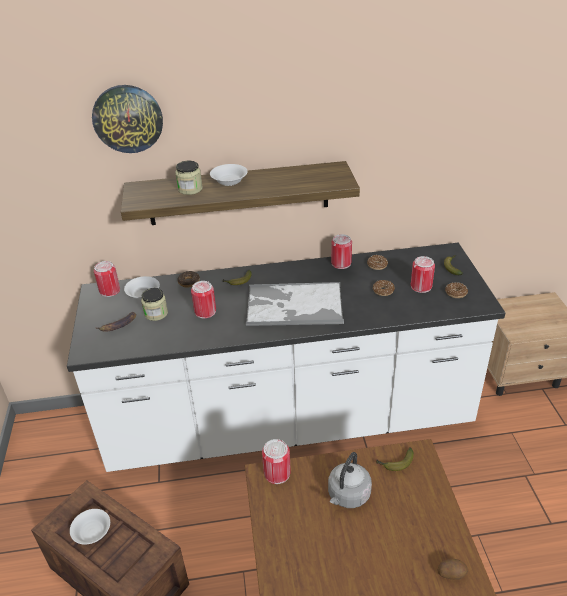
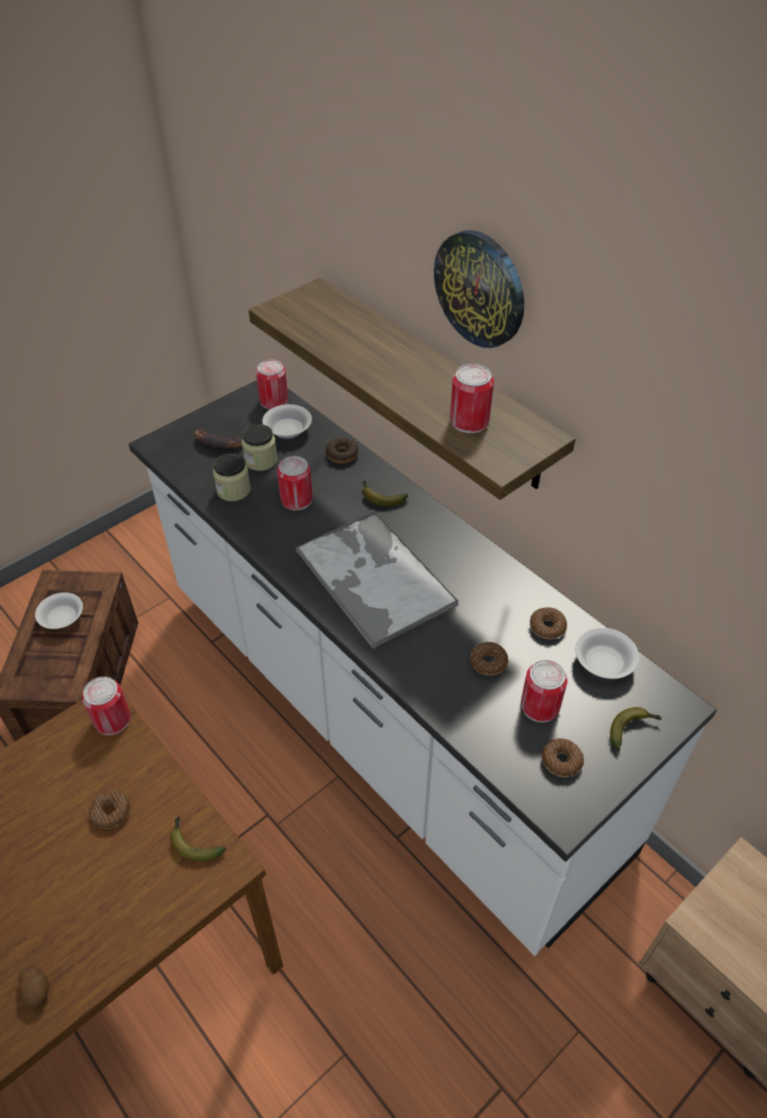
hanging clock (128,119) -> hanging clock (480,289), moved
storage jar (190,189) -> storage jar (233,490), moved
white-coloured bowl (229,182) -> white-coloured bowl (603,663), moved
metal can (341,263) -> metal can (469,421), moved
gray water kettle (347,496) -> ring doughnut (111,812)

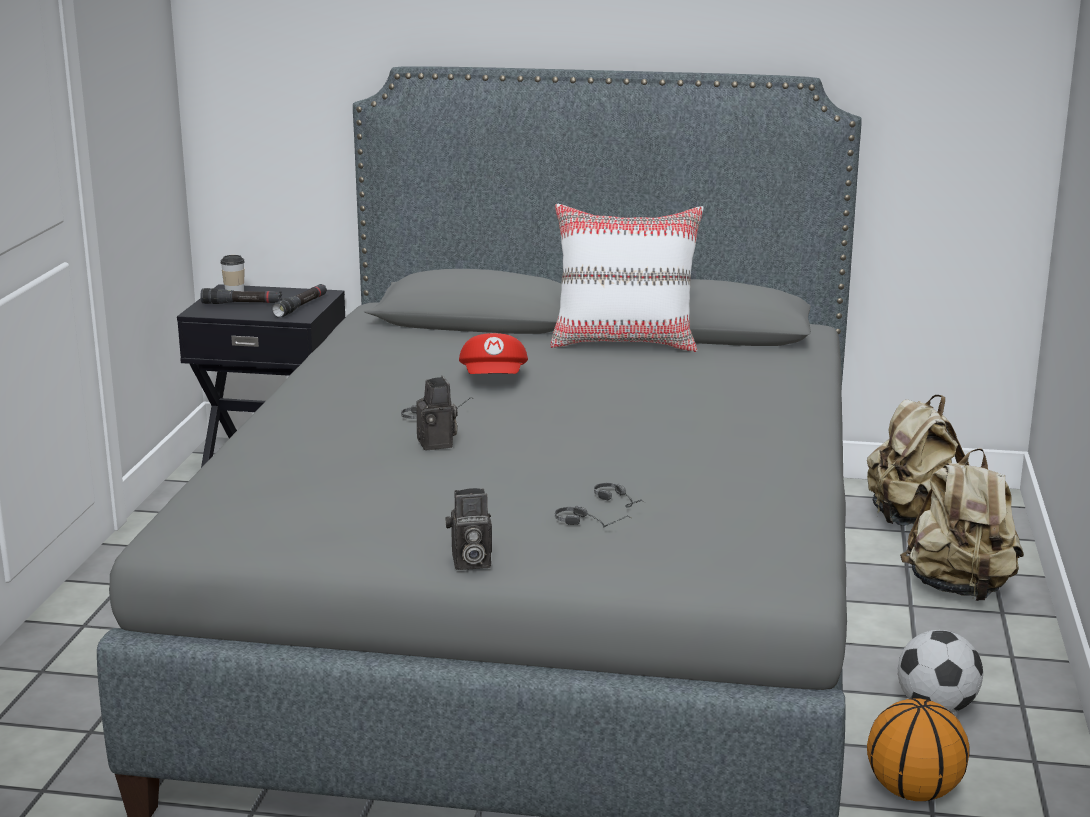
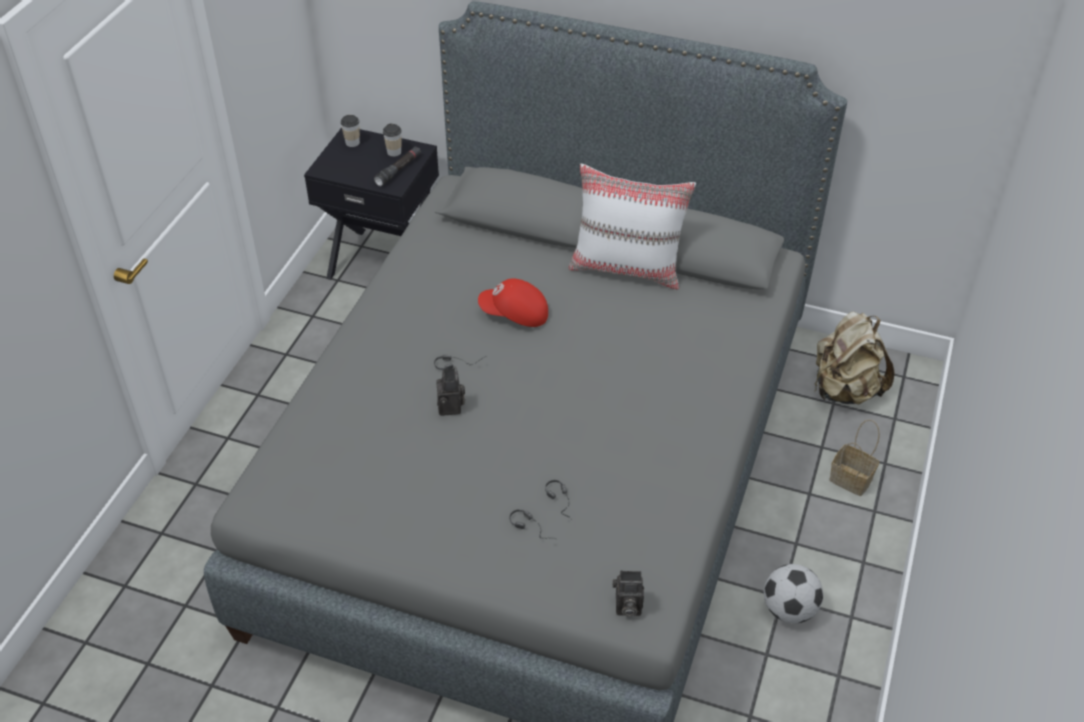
blackish torch (242,304) -> none
basketball (915,792) -> none
none -> drinking cup (394,152)
still camera (469,563) -> still camera (626,607), moved
beige backpack (960,589) -> storage basket (852,479)
reddish peaked cap (494,380) -> reddish peaked cap (515,315), 90 degrees clockwise

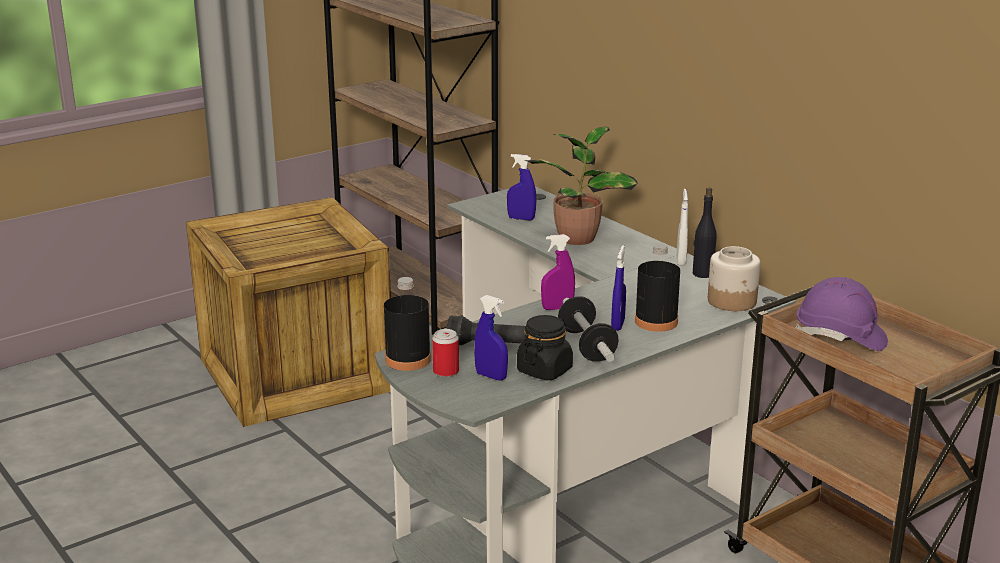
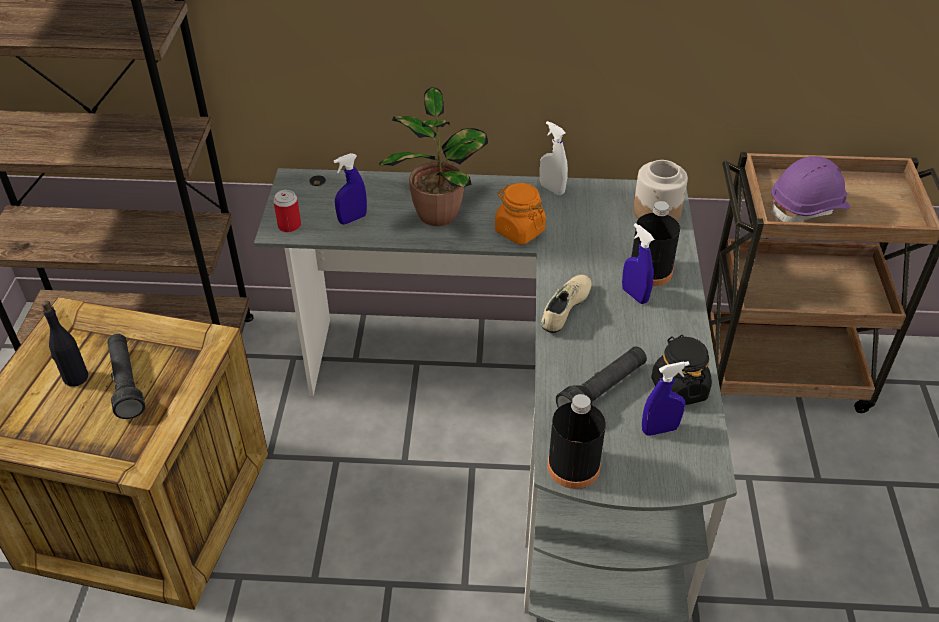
dumbbell (587,346) -> none
none -> blackish torch (126,383)
none -> orangey storage jar (519,231)
metal can (446,371) -> metal can (289,226), moved
blackish drink bottle (702,274) -> blackish drink bottle (75,378), moved
purplish sprayer (557,308) -> beige low shoe (566,309)

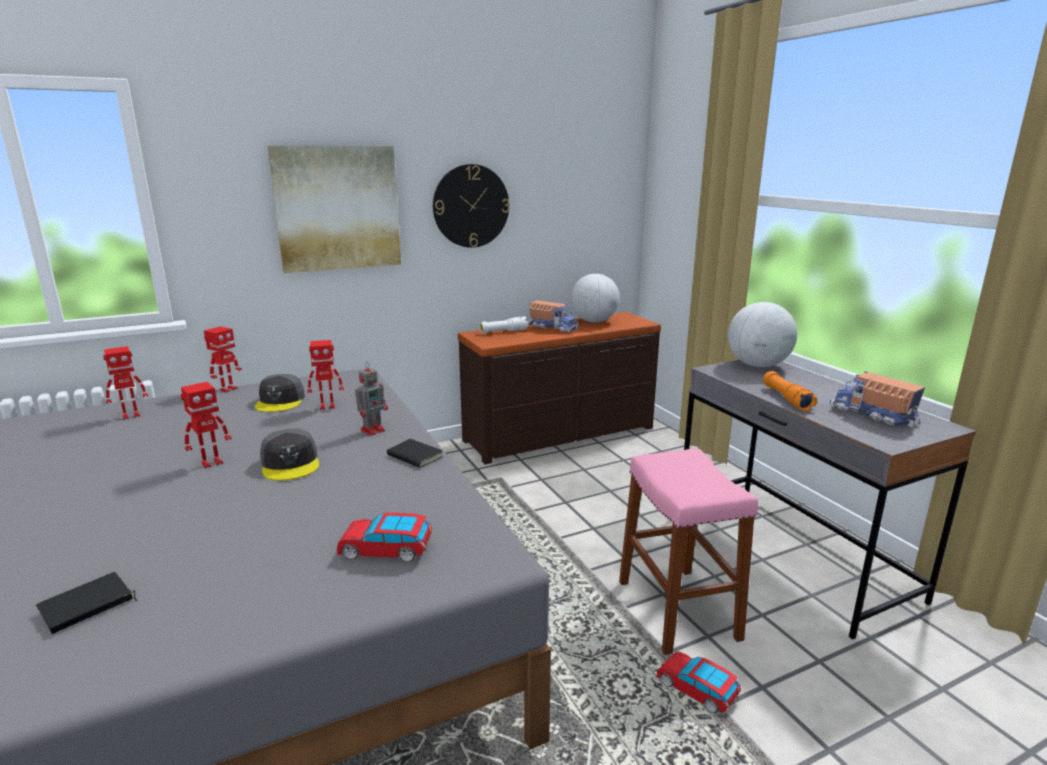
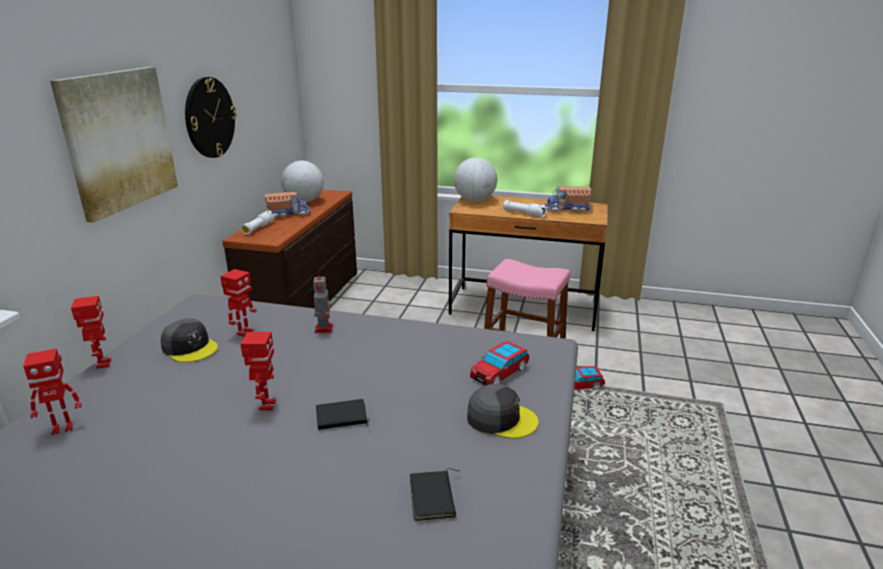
gray peaked cap (290,463) -> gray peaked cap (501,419), moved
blackish bound book (413,457) -> blackish bound book (341,418), moved
gray desk (790,552) -> brown desk (523,308)
orangey torch (786,398) -> white-coloured torch (524,214)
toy robot (131,415) -> toy robot (63,428), 60 degrees clockwise

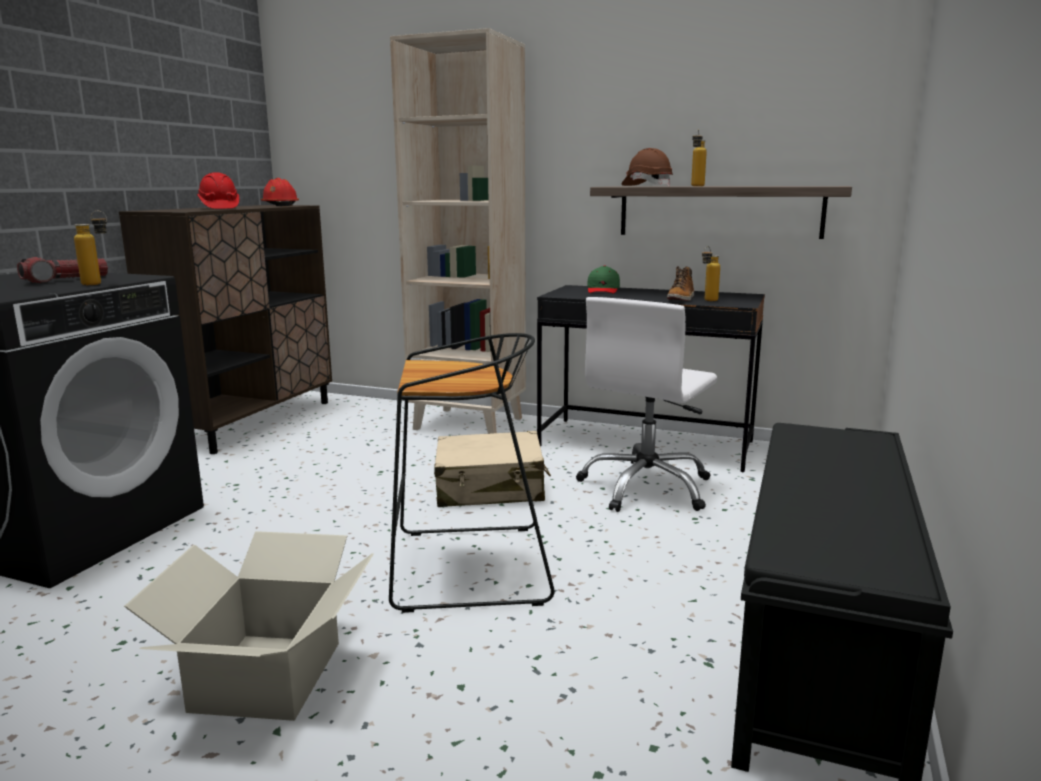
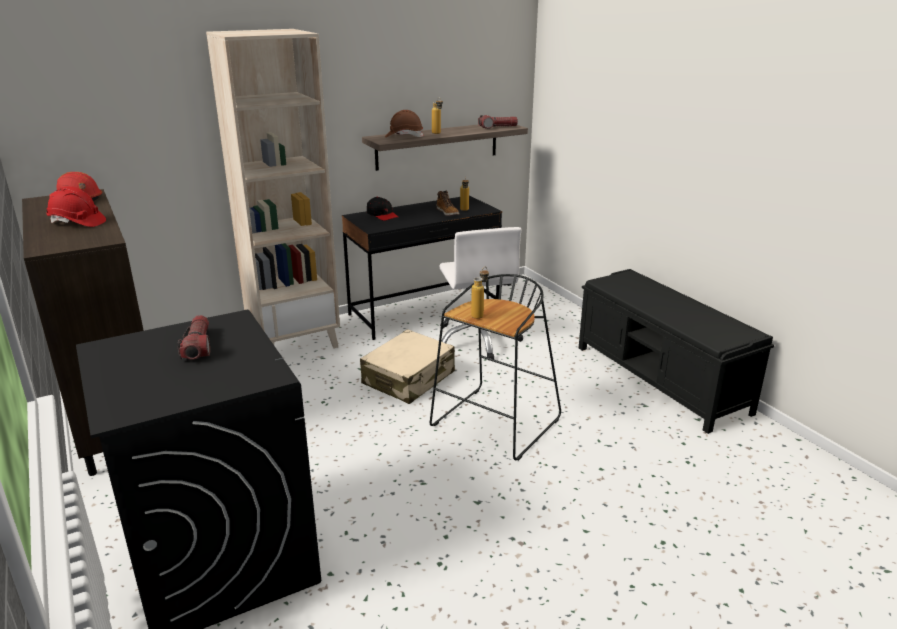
packing box (269,675) -> none
none -> torch (497,127)
drink bottle (99,284) -> drink bottle (480,314), moved
green peaked cap (603,290) -> blackish peaked cap (382,215)

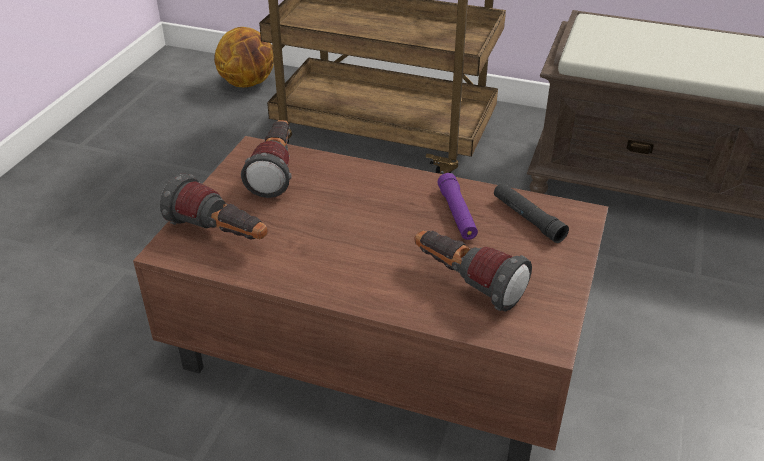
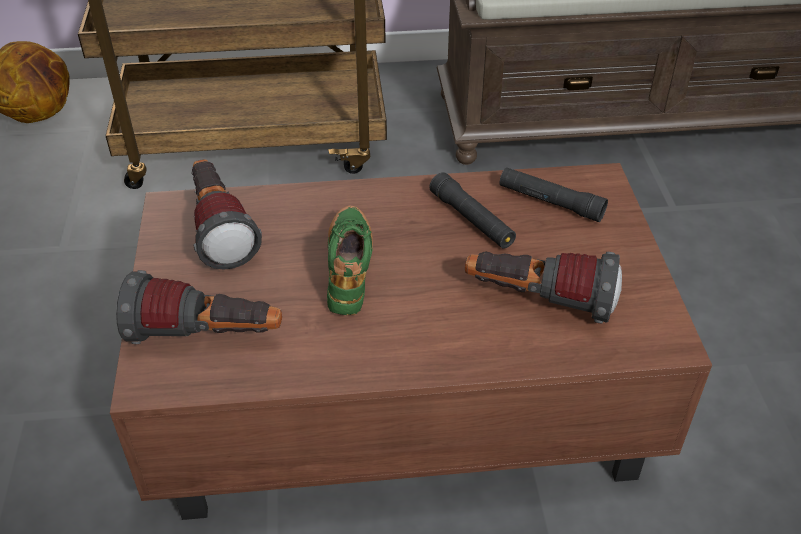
none -> green low shoe (350,270)
purplish torch (457,214) -> blackish torch (471,219)

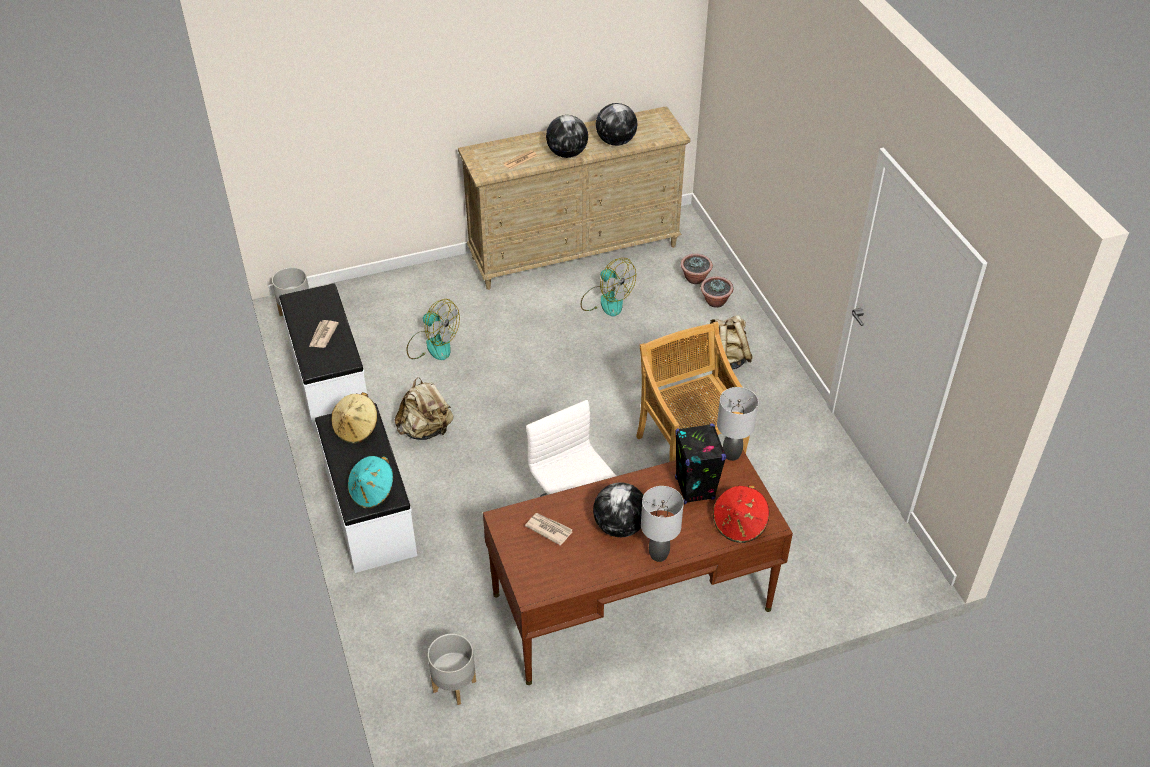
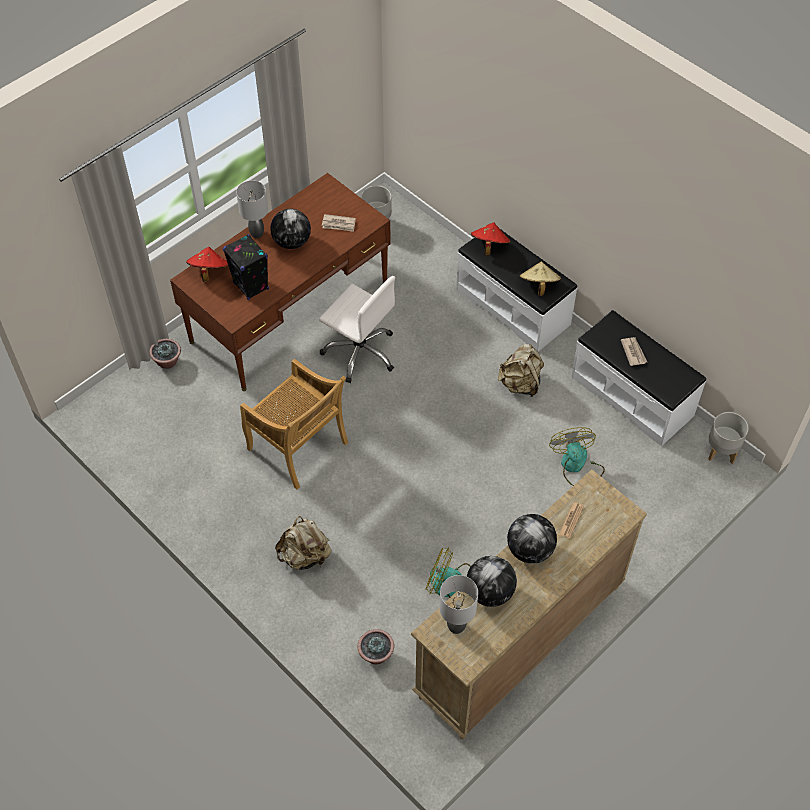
plant in a pot (715,302) -> plant in a pot (167,362), moved
gray lamp for a table (731,455) -> gray lamp for a table (456,626), moved
blue-green hat (372,492) -> reddish hat (489,246)
fan (432,345) -> fan (576,466), 75 degrees clockwise

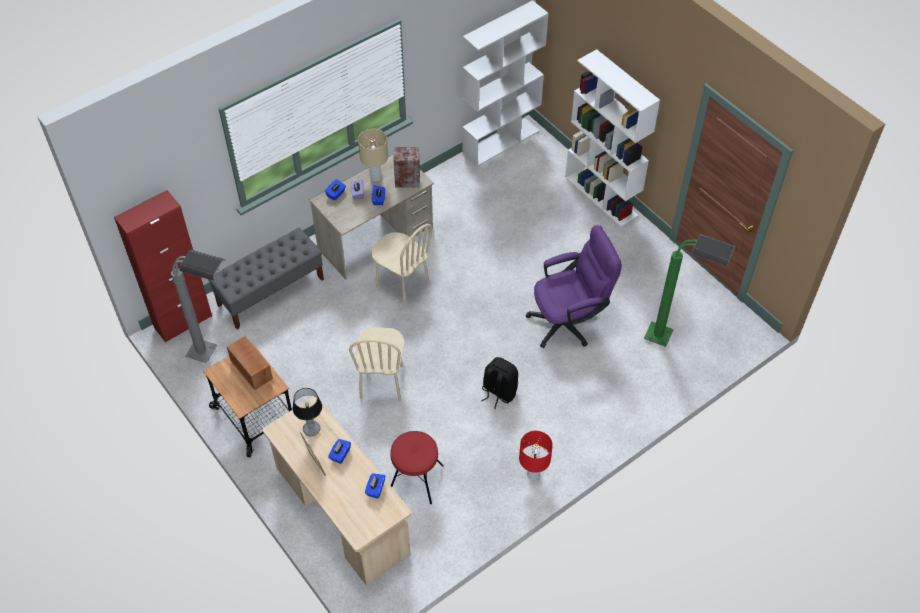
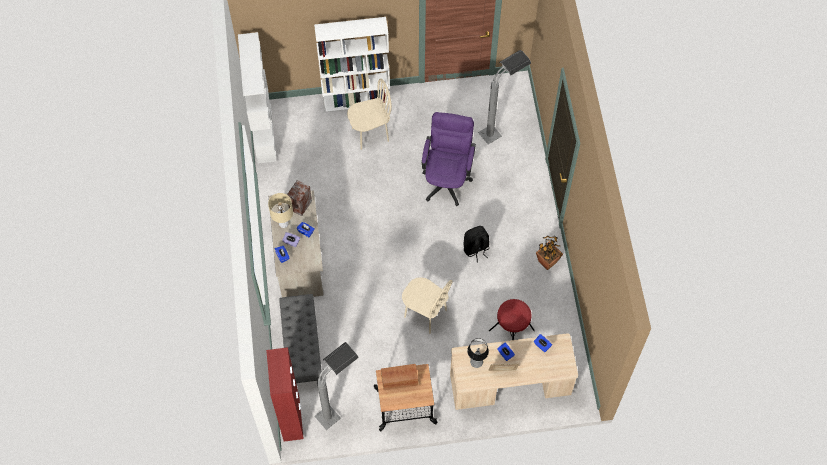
beige chair (402,285) -> beige chair (370,134), moved
reddish lamp for a table (533,474) -> plant in a pot (547,262)
green standing lamp (674,341) -> gray standing lamp (499,129)

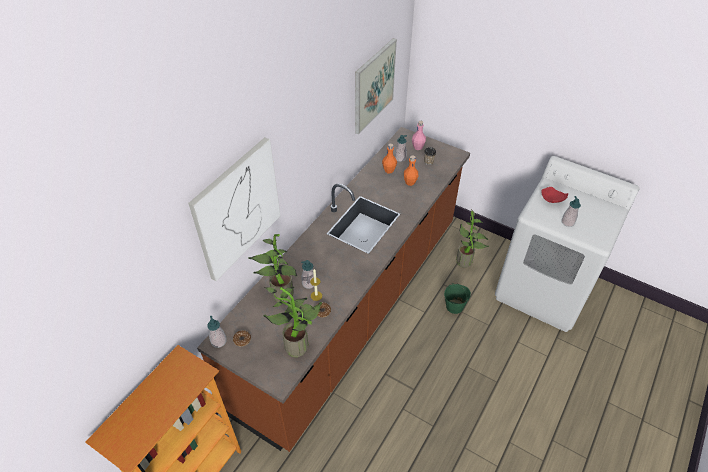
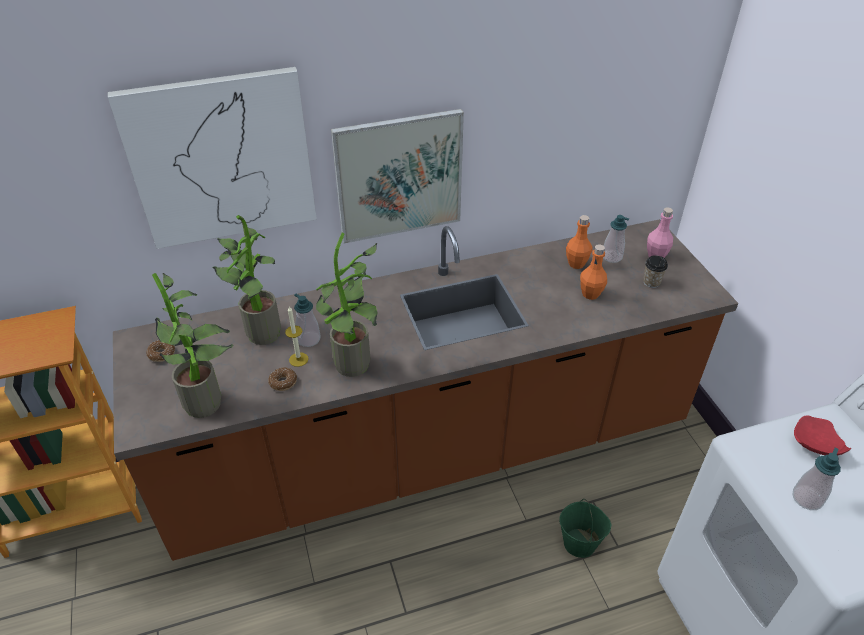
soap bottle (218,341) -> none
wall art (373,86) -> wall art (399,176), moved
plant in a pot (466,262) -> plant in a pot (356,367), moved

